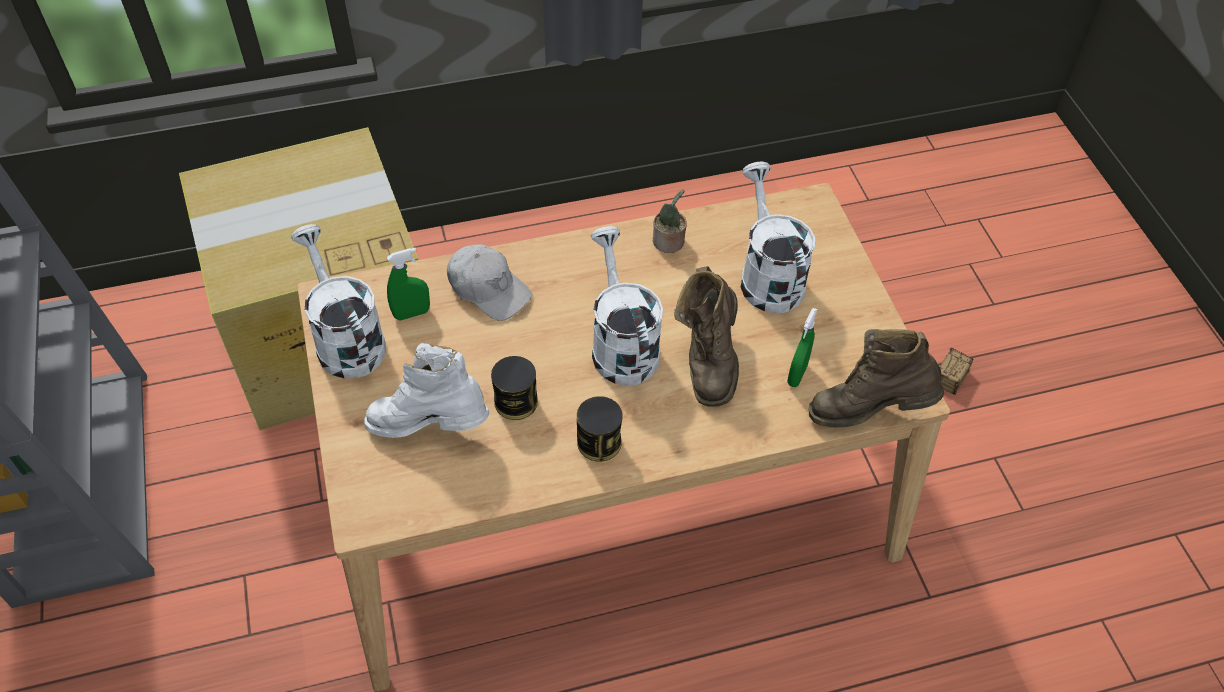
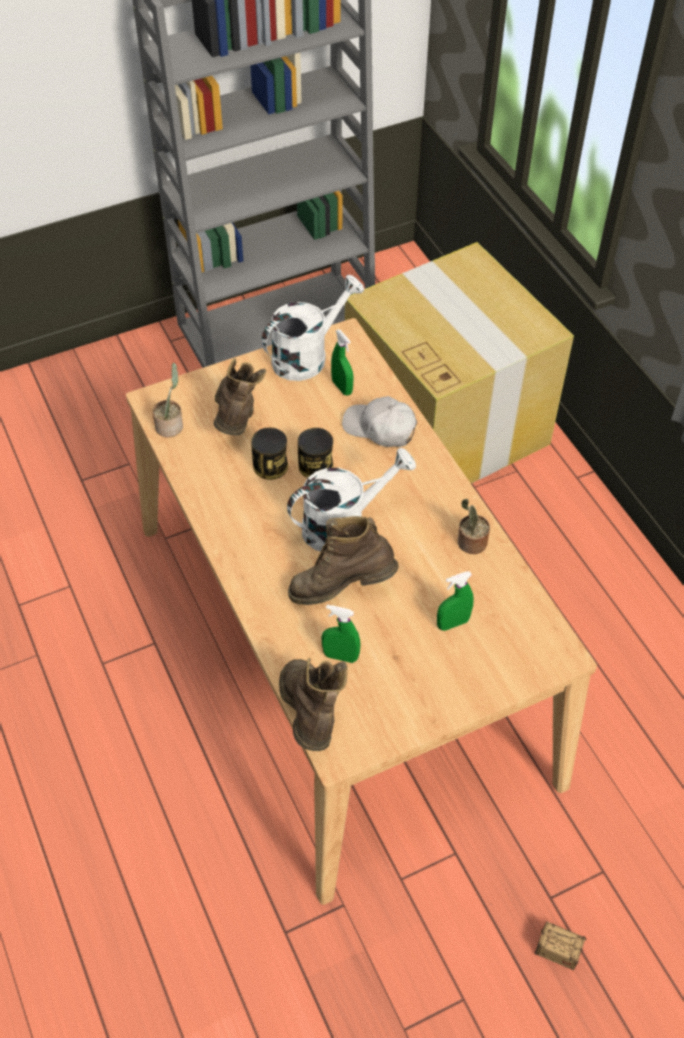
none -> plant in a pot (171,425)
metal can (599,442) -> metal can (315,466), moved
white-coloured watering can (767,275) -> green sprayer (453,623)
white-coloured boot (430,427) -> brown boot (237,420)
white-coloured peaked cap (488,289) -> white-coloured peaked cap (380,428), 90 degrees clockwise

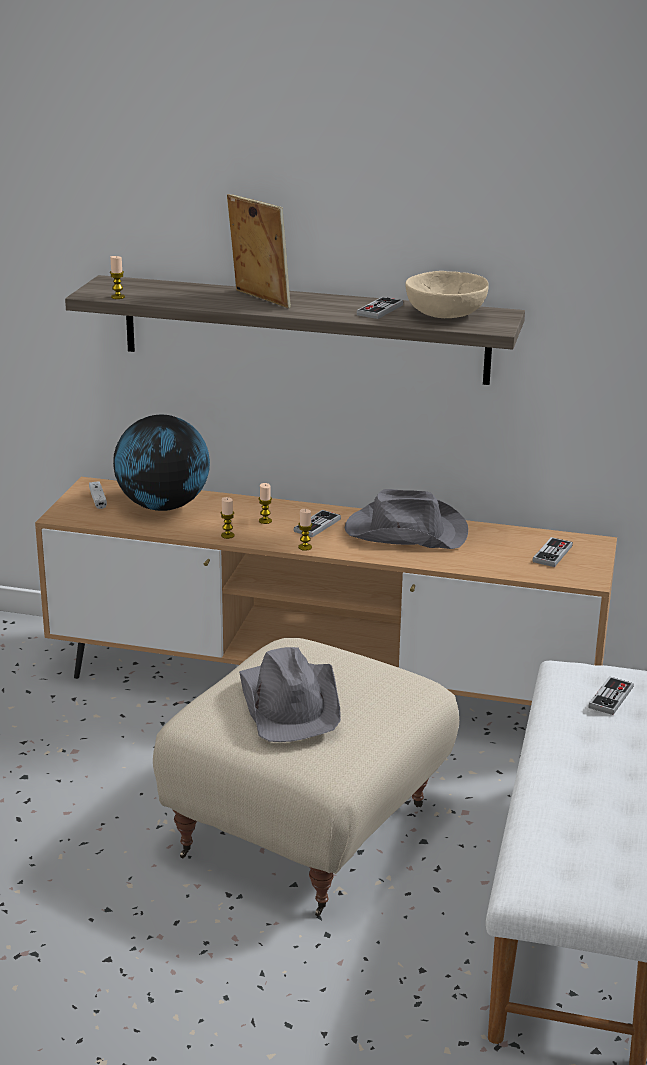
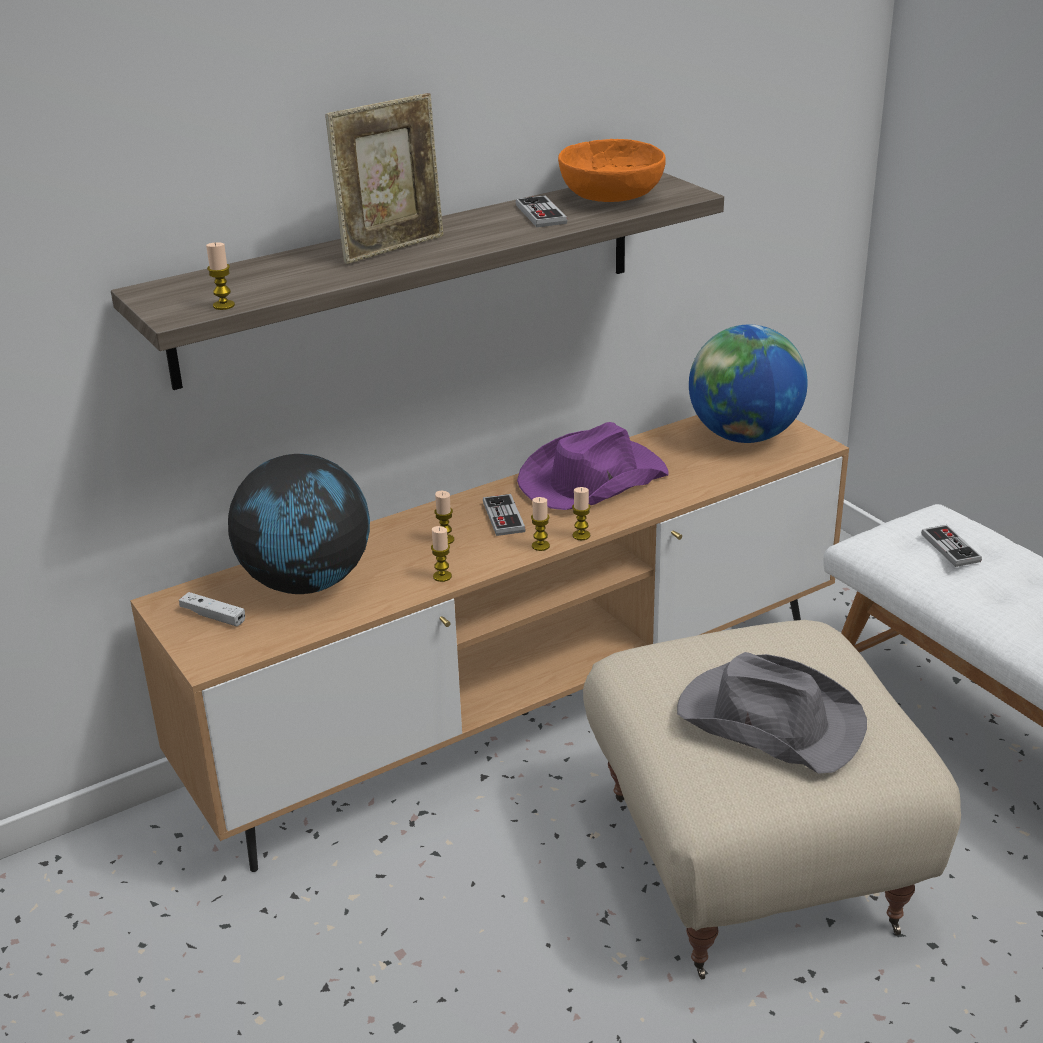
none -> candle (581,535)
gamepad (552,554) -> globe (744,436)
gray hat (405,531) -> purplish hat (591,480)
beige bowl (444,315) -> orangey bowl (610,197)
picture frame (259,300) -> picture frame (392,248), 135 degrees clockwise

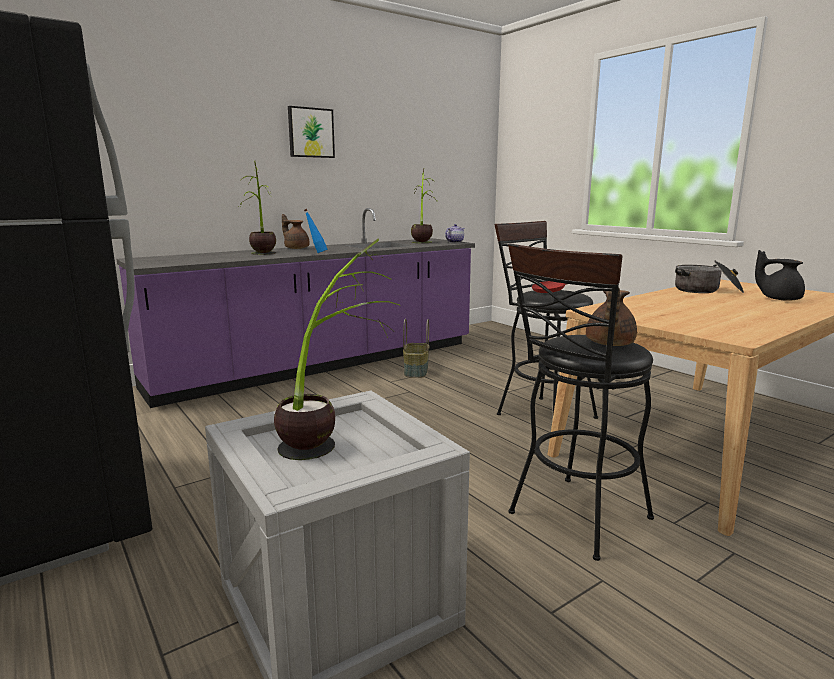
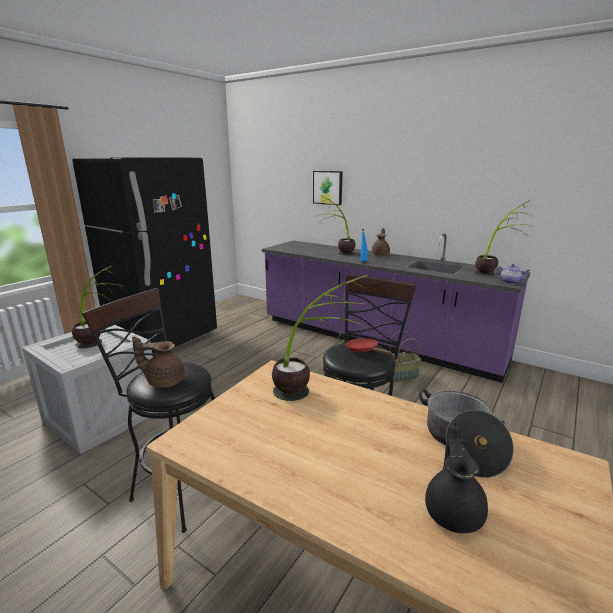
none -> plant in a pot (312,394)
wall art (310,133) -> wall art (328,187), moved

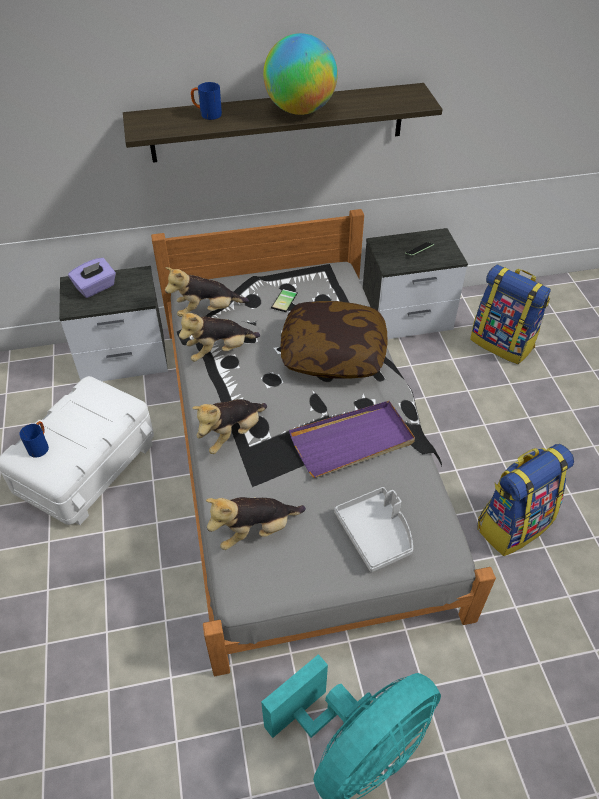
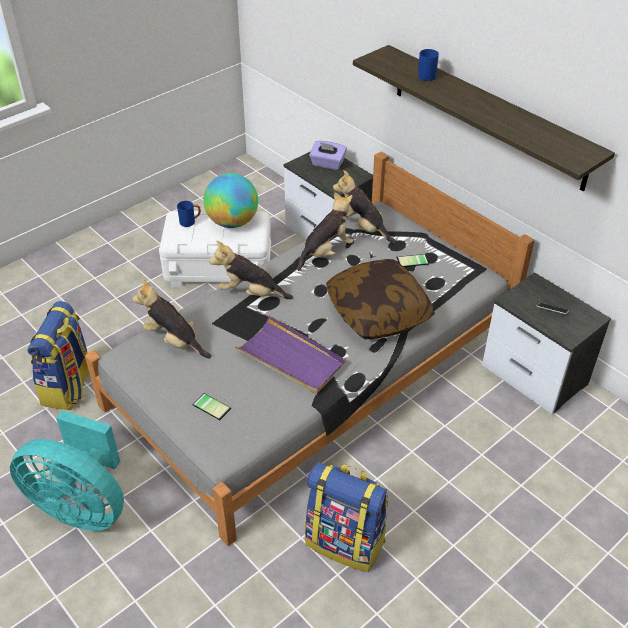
globe (300,110) -> globe (232,222), moved
backpack (502,343) -> backpack (69,387), moved
gray carrying tray (376,533) -> phone (213,405)
plush toy (219,351) -> plush toy (326,252), 105 degrees clockwise

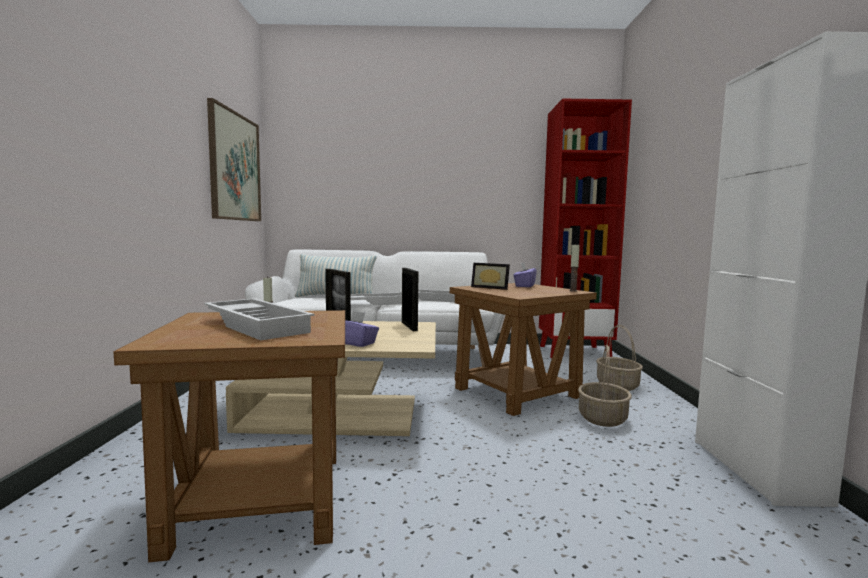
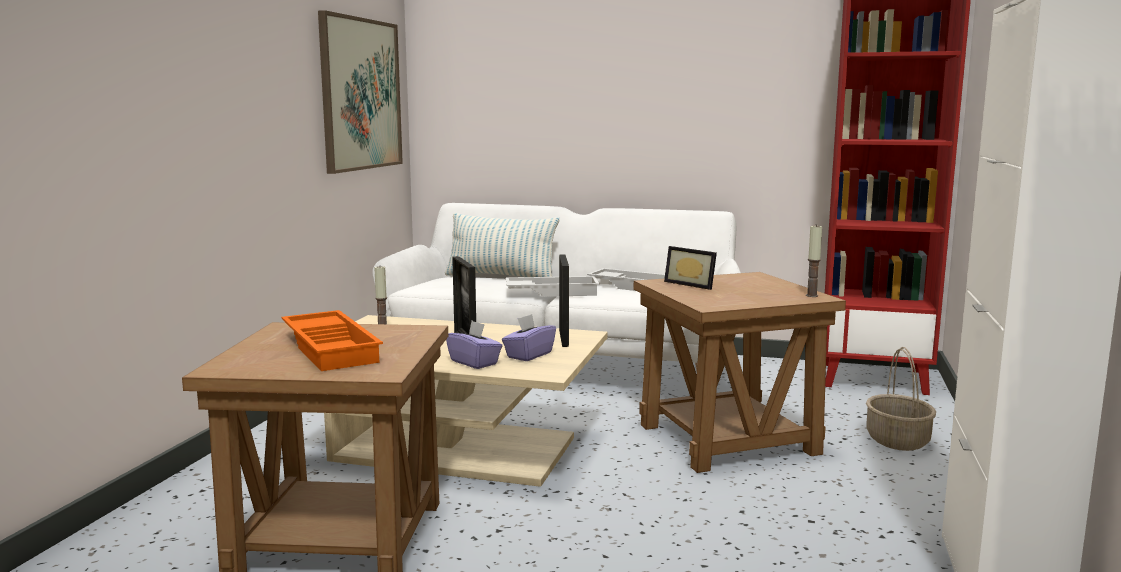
storage basket (602,418) -> none
purplish tissue holder (524,286) -> purplish tissue holder (529,355), moved
white-coloured carrying tray (259,325) -> orangey carrying tray (333,348)

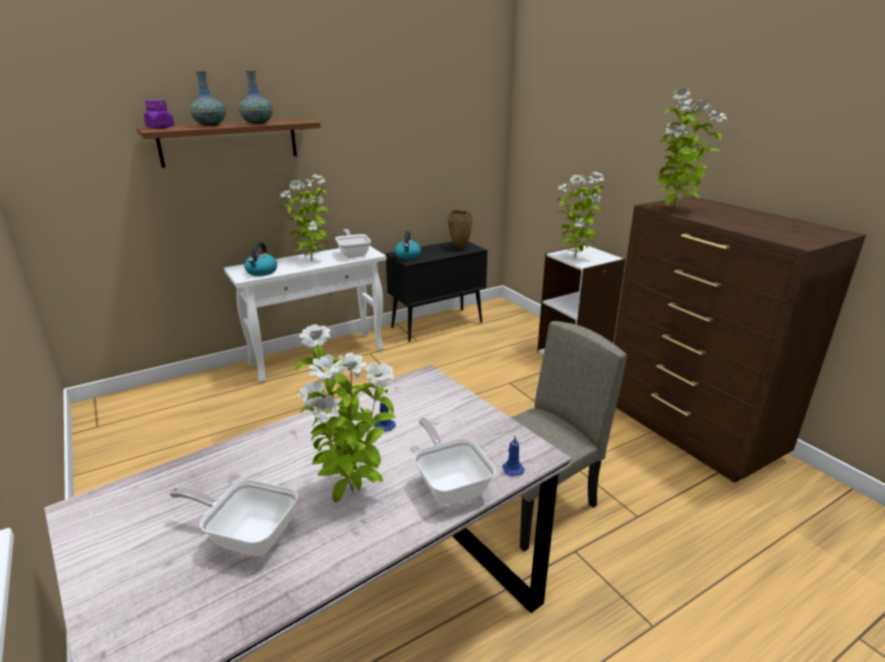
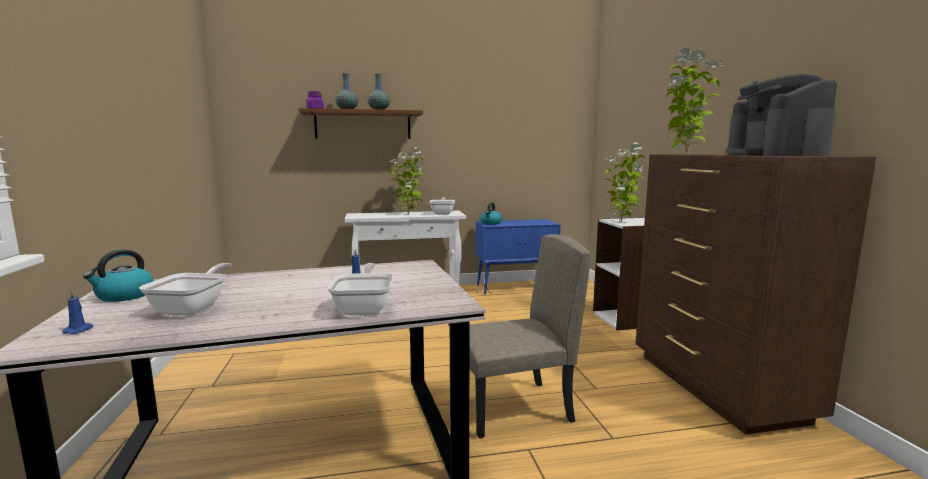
plant in a pot (351,494) -> none
brown decorative vase (460,248) -> none
none -> coffee machine (774,155)
water kettle (261,272) -> water kettle (124,296), moved
blue-coloured candle (512,468) -> blue-coloured candle (79,330), moved
blackish cupboard (438,324) -> blue-coloured cupboard (516,287)
skillet (247,534) -> skillet (194,307), 60 degrees clockwise

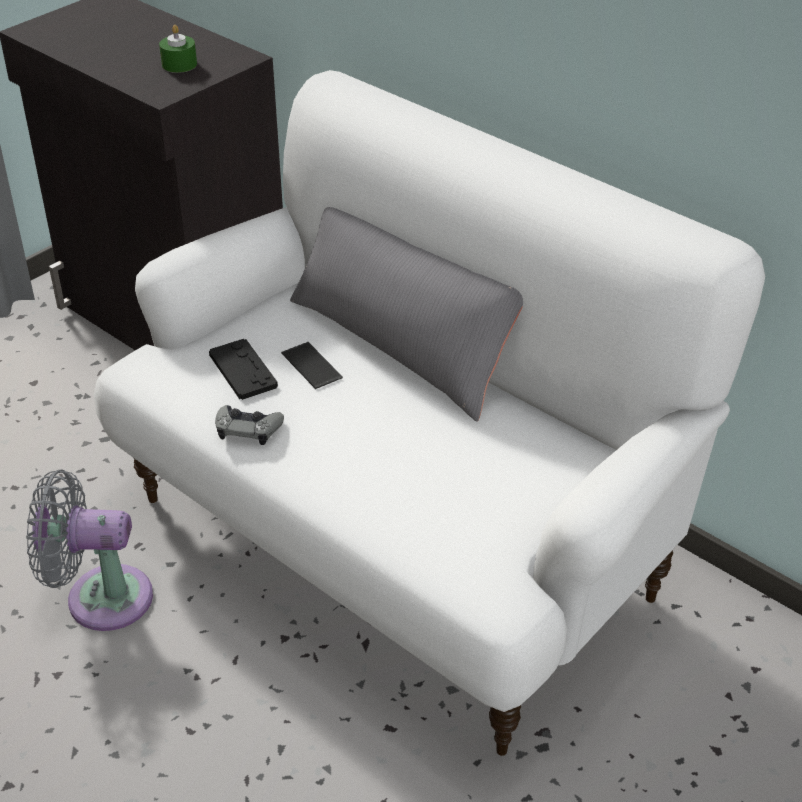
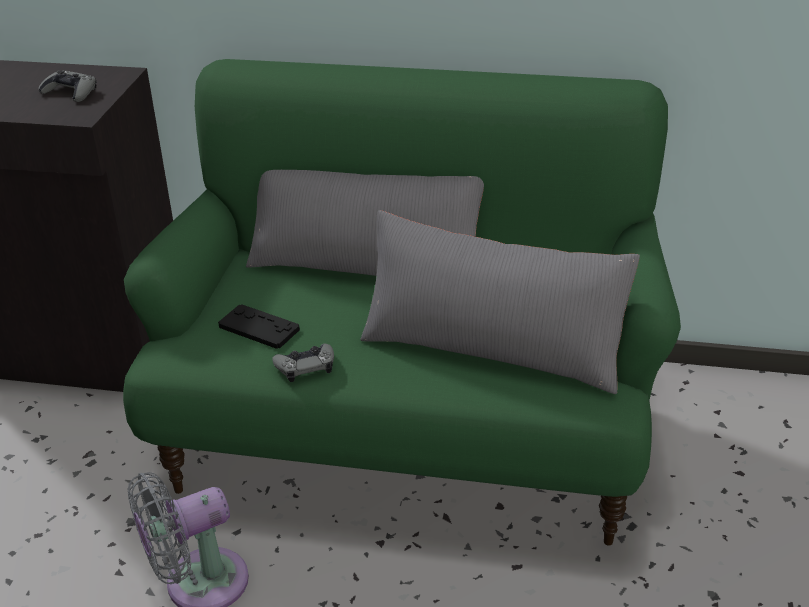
phone (311,366) -> none
none -> gray throw pillow (492,348)
green candle (179,64) -> gray gamepad (70,92)
white-coloured sofa (400,541) -> green sofa (407,435)

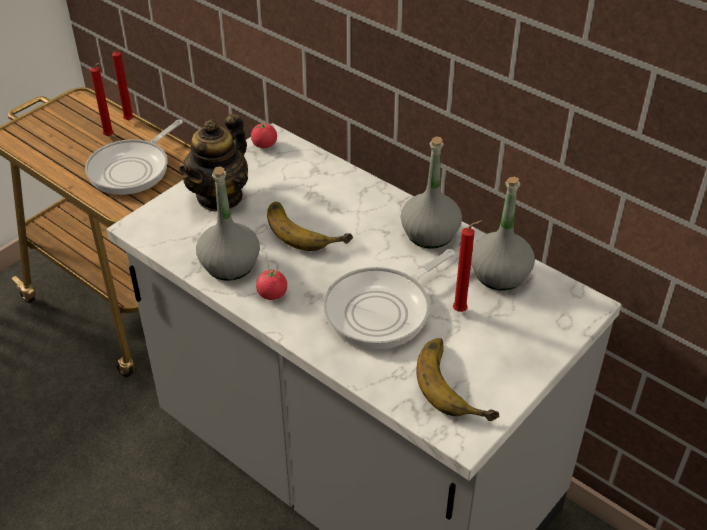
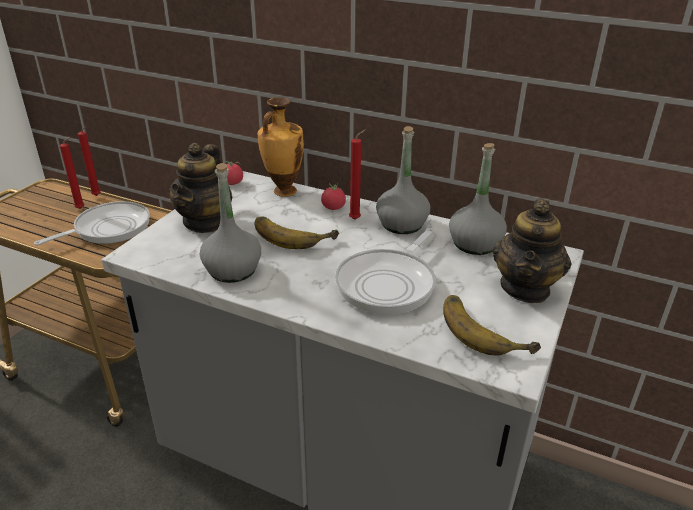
none -> decorative vase (283,191)
none -> teapot (525,288)
fresh tomato (272,294) -> fresh tomato (333,207), moved
reddish candle (462,310) -> reddish candle (356,219), moved
skillet (133,169) -> skillet (108,229), 150 degrees counterclockwise

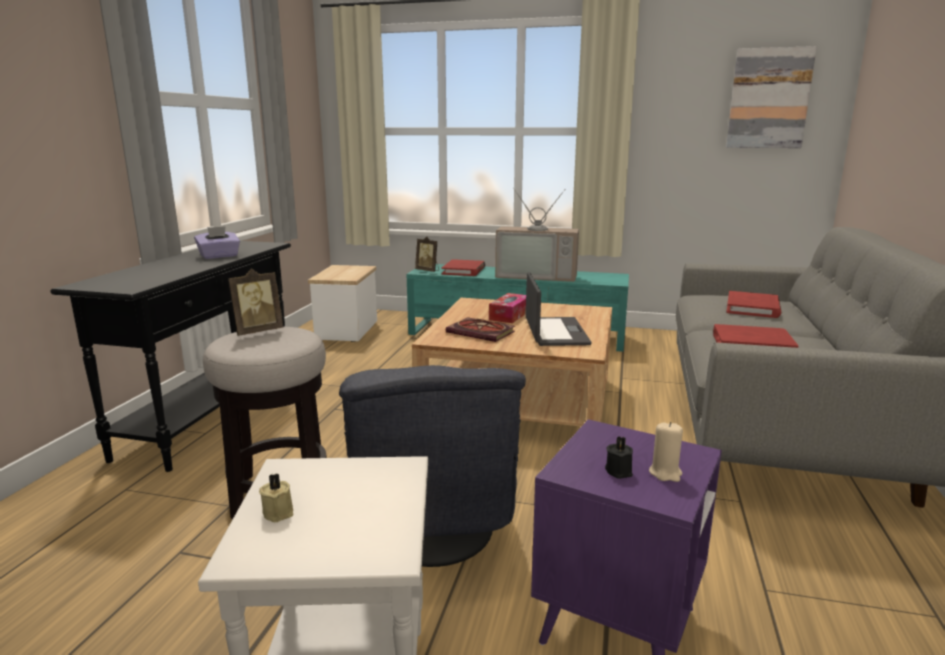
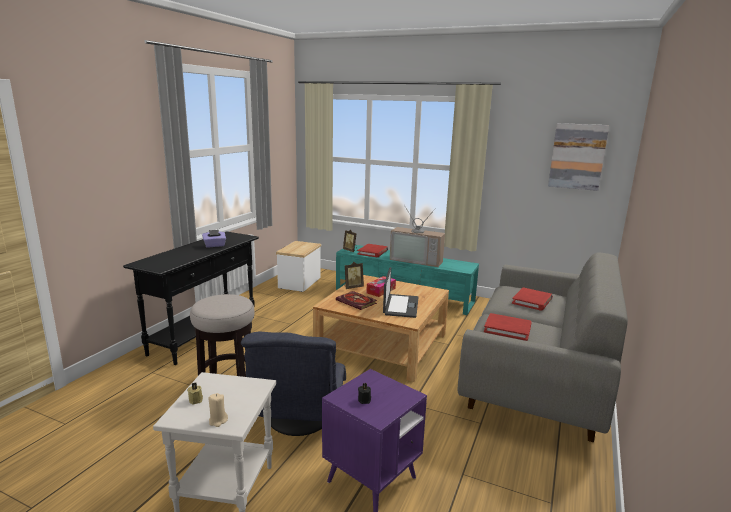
picture frame (257,331) -> picture frame (353,287), moved
beige candle (665,473) -> beige candle (218,421), moved

